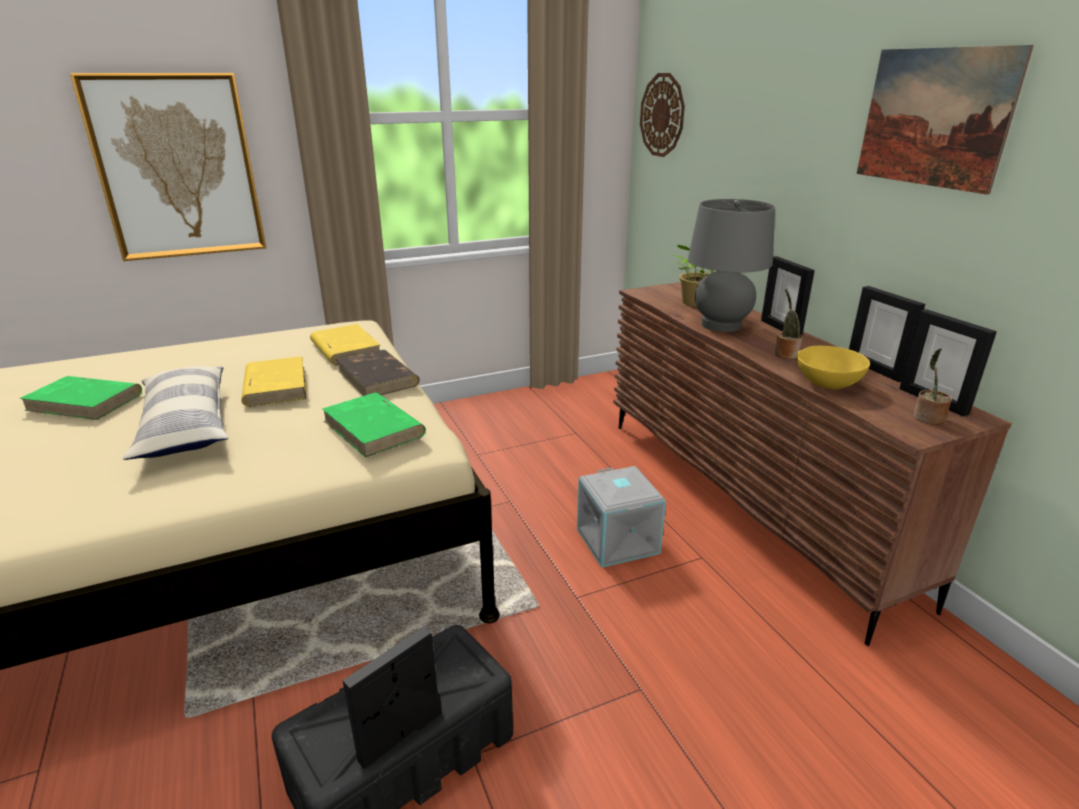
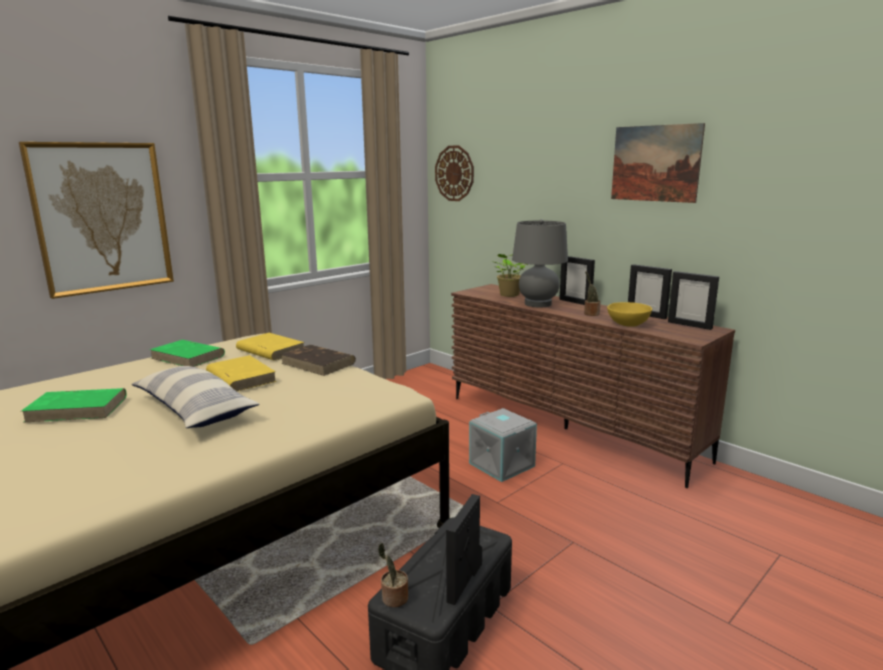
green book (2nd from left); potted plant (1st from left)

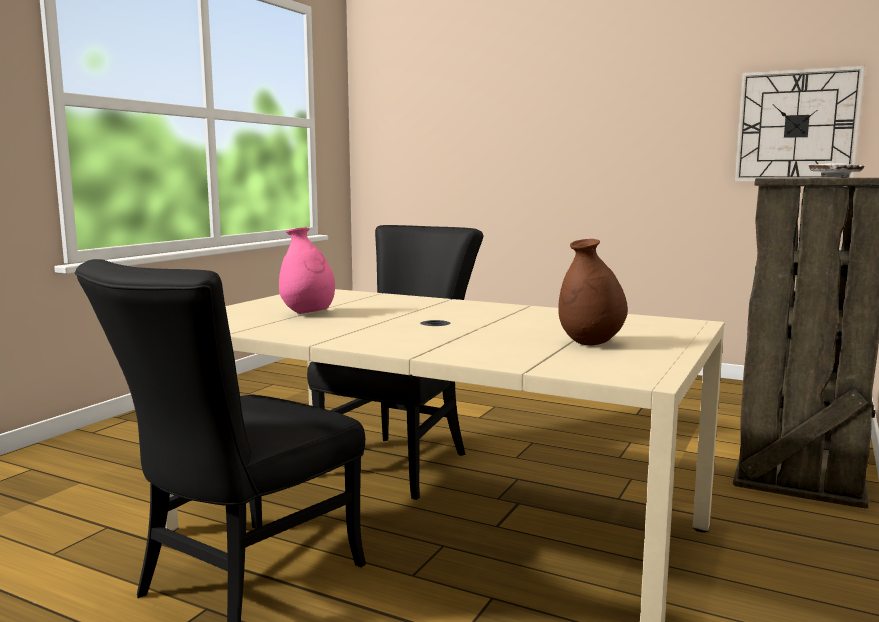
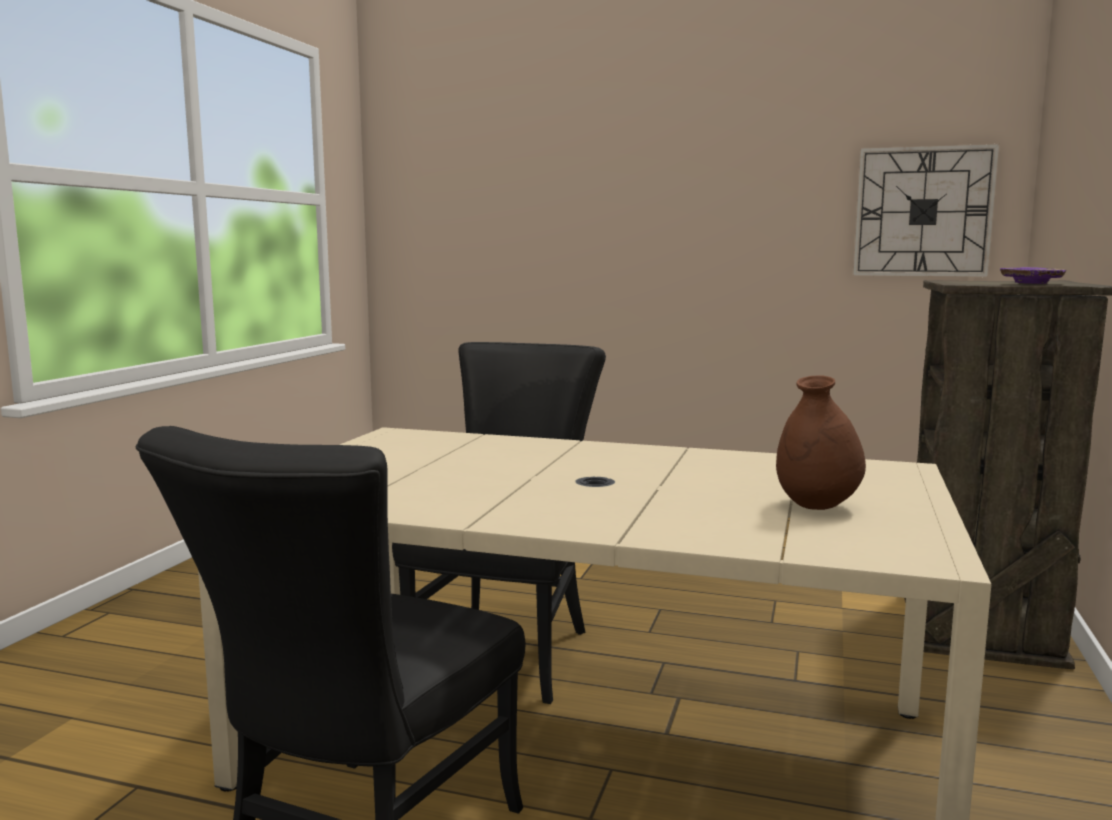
pink vase; purple plate

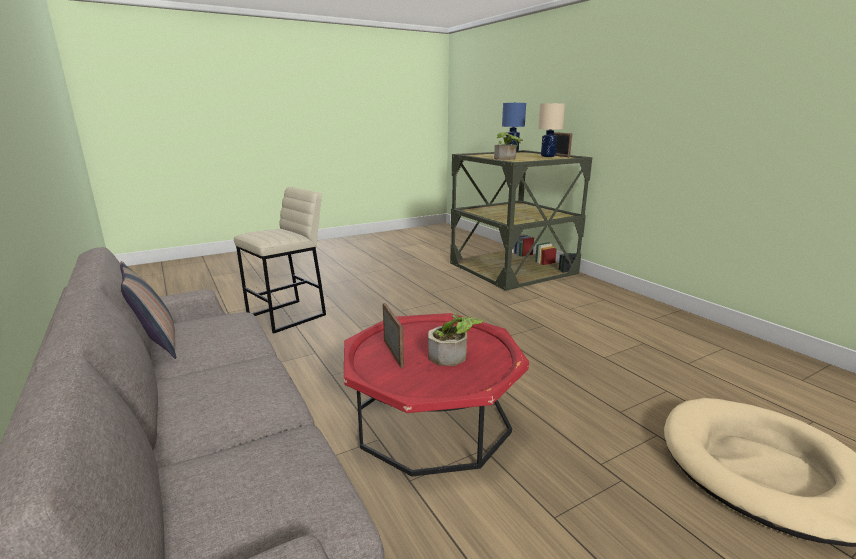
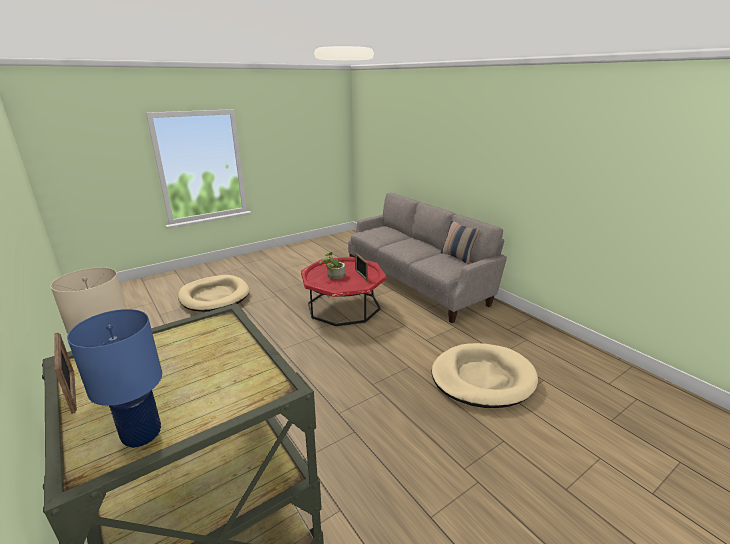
beige dog bed (2nd from left); potted plant (2nd from left in the first image)

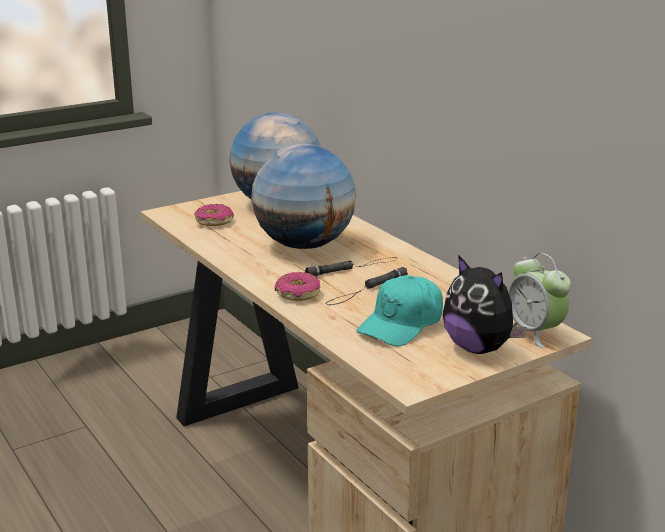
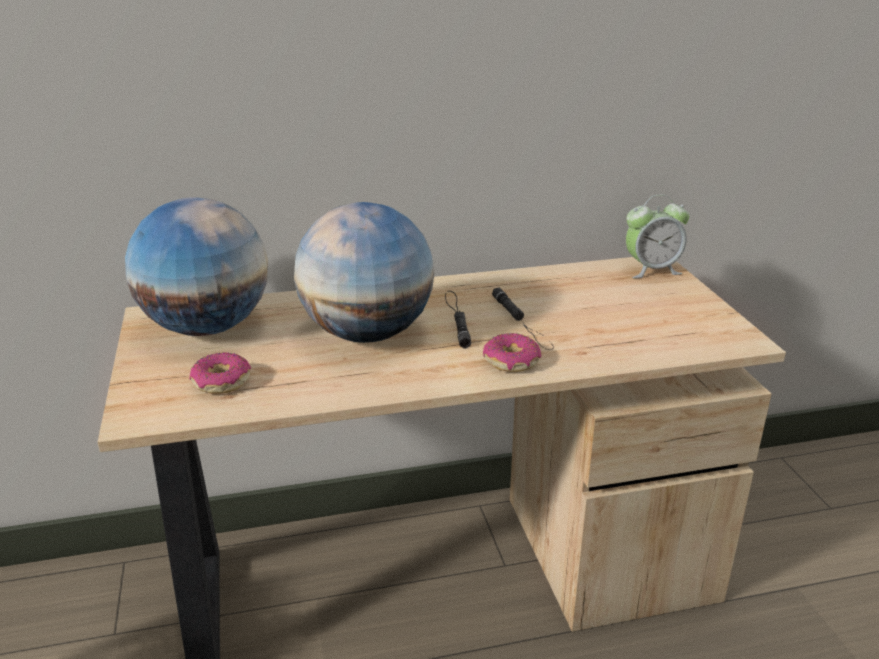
turquoise cap; plush toy

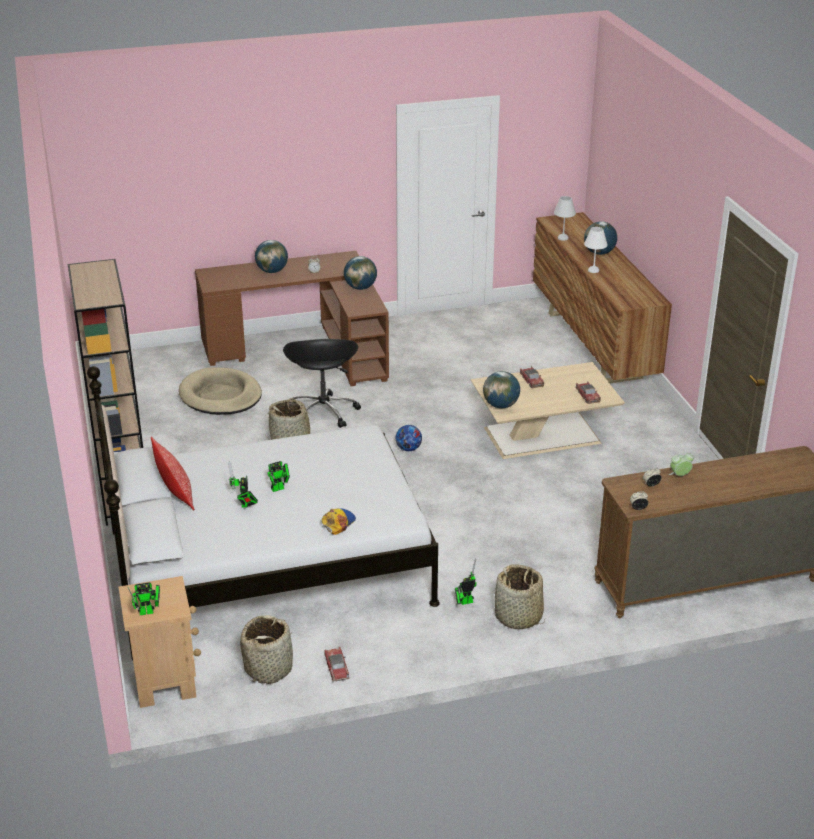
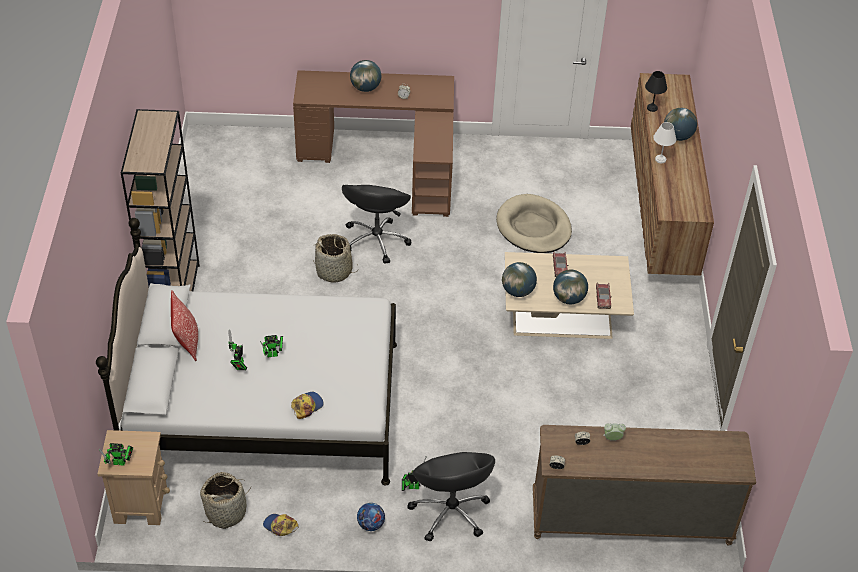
beige dog bed; cap (1st from left); globe (3rd from left); football; black office chair (2nd from left); black table lamp

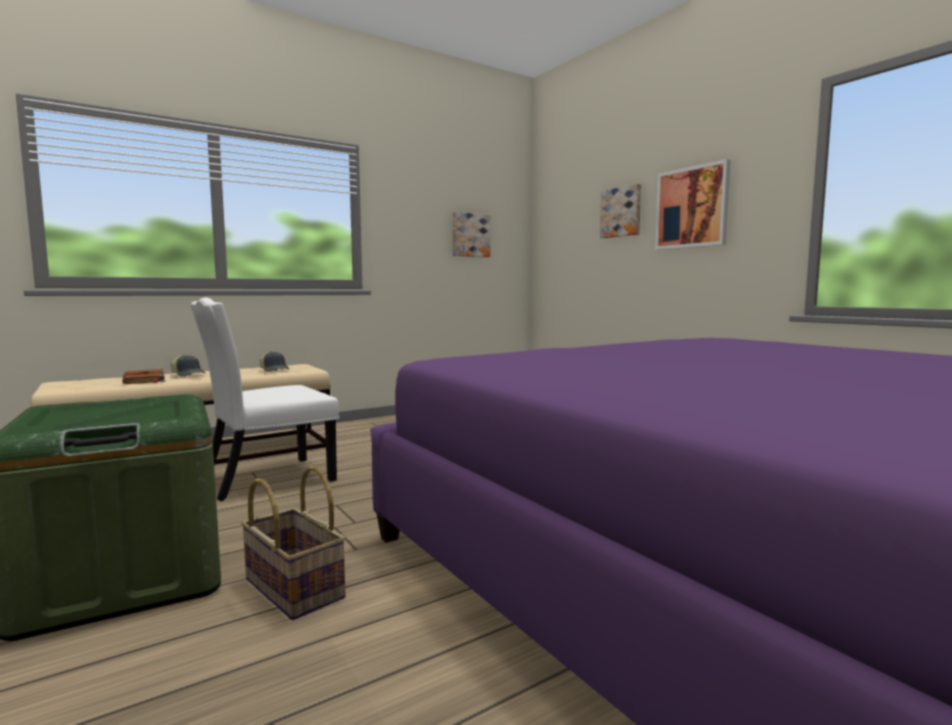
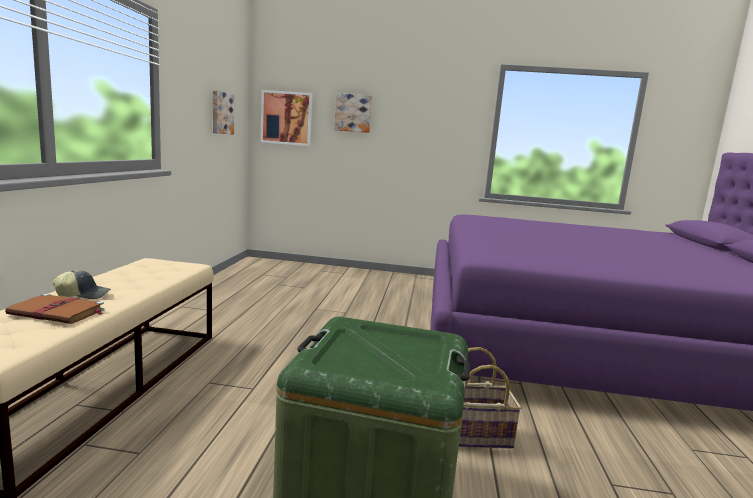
white chair; cap (2nd from left in the first image); picture (2nd from left)

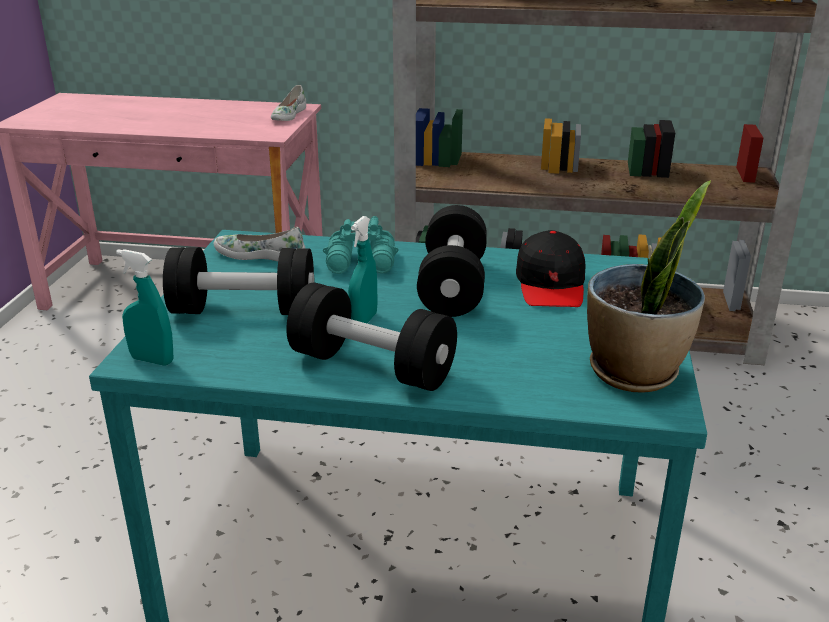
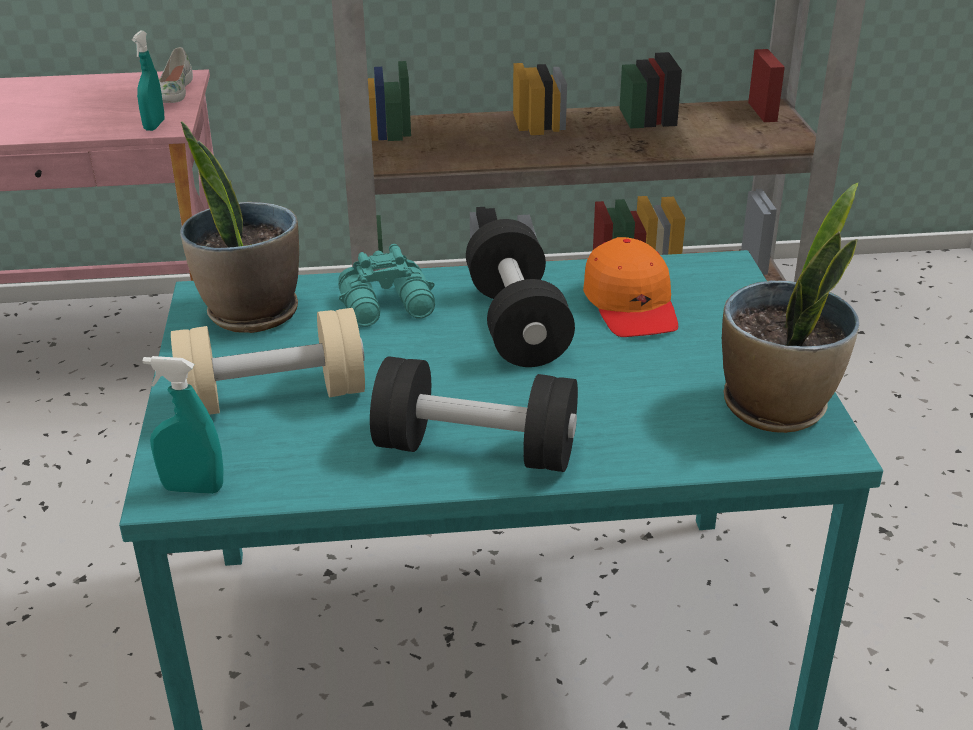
beige dumbbell; potted plant (1st from left); turquoise spray bottle (1st from left); orange cap

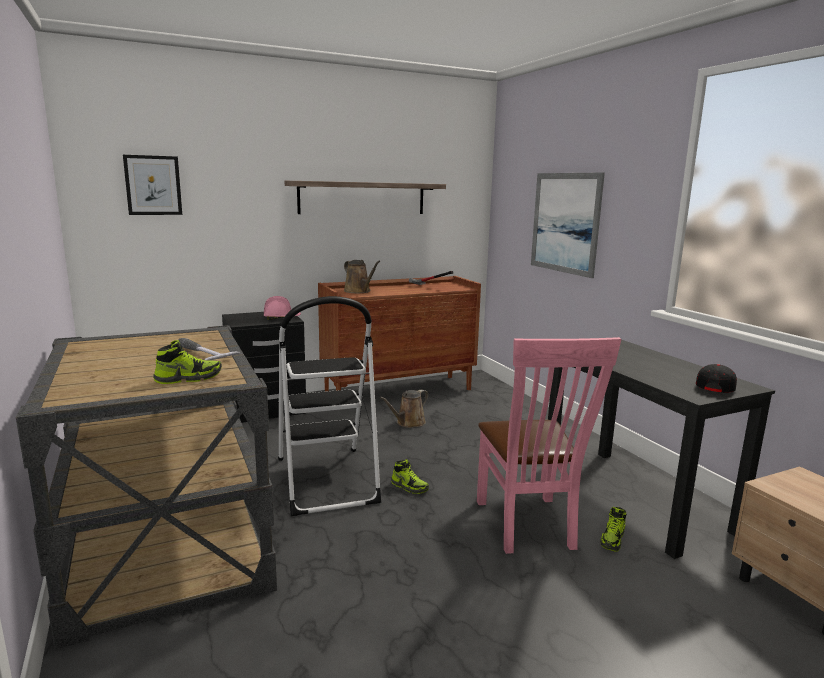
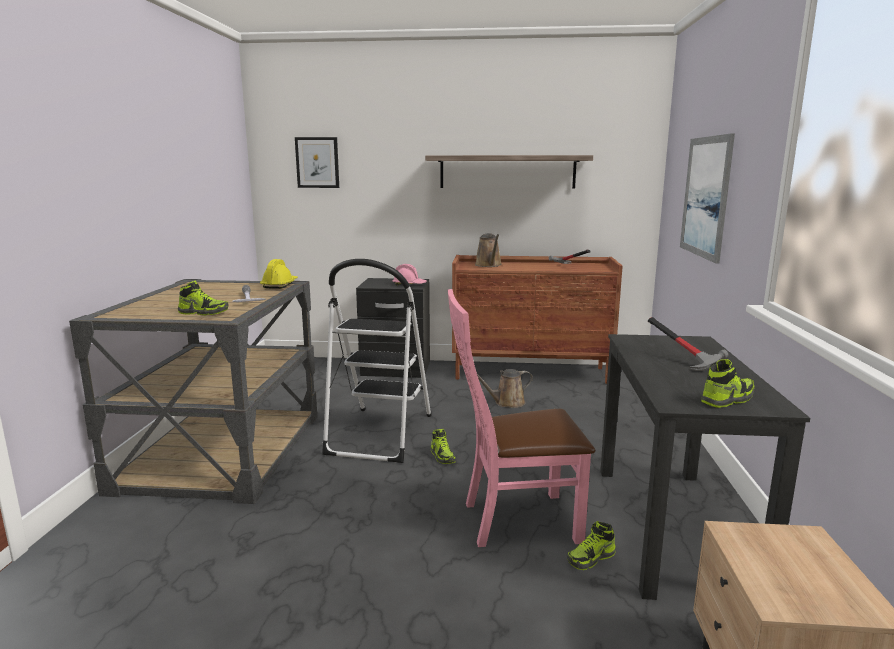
pink chair; shoe (4th from left); yellow hard hat; hammer (3rd from left)

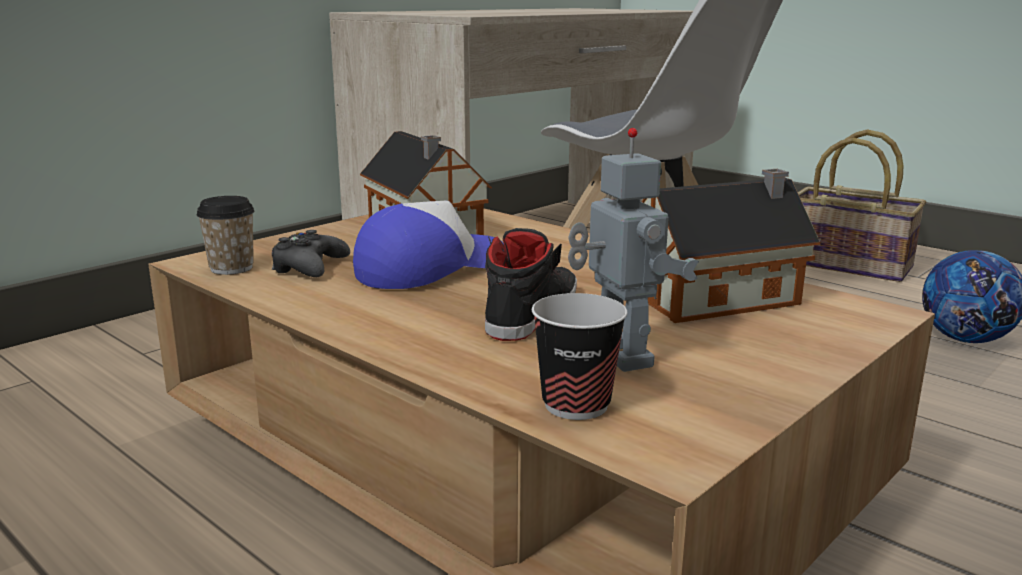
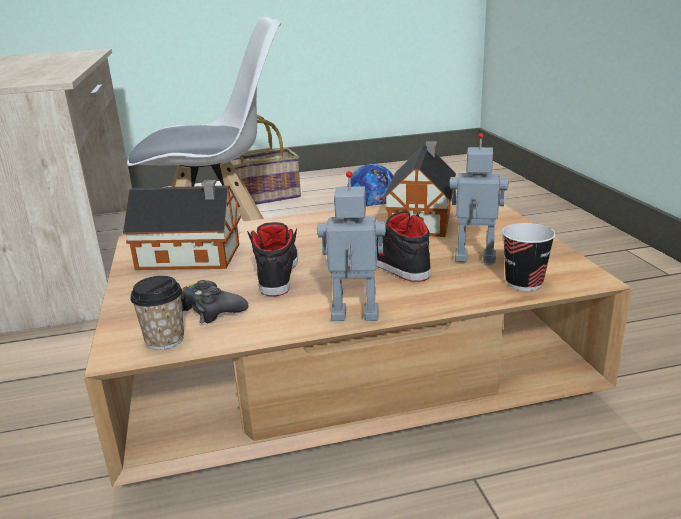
black shoe (1st from left); toy robot (1st from left)

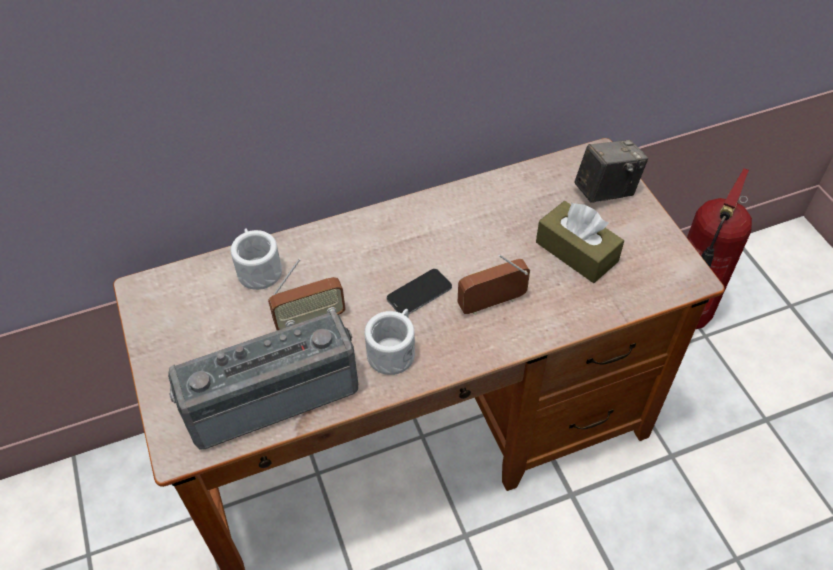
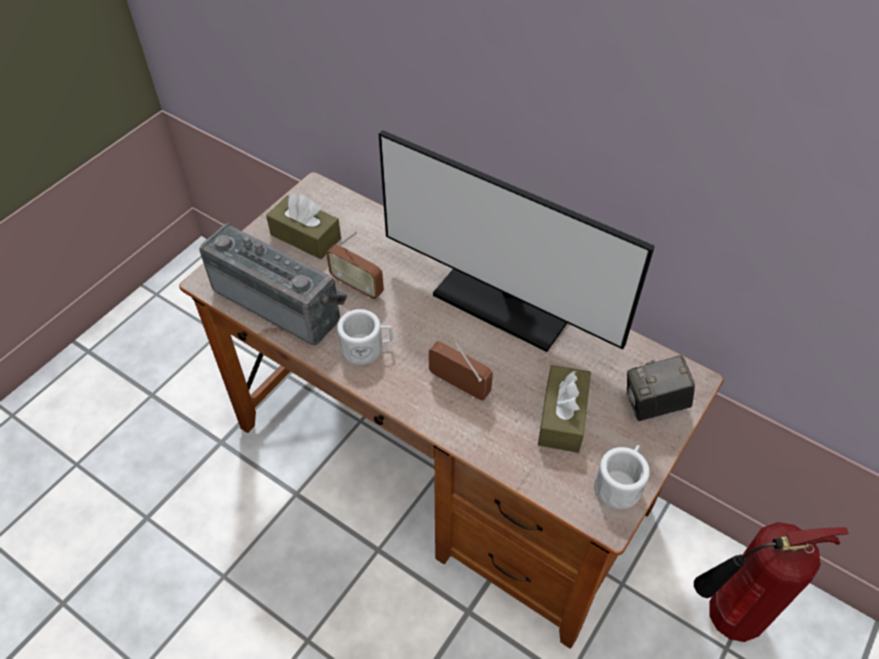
white mug (2nd from left); phone; photo camera; brown tissue box (1st from left); monitor

